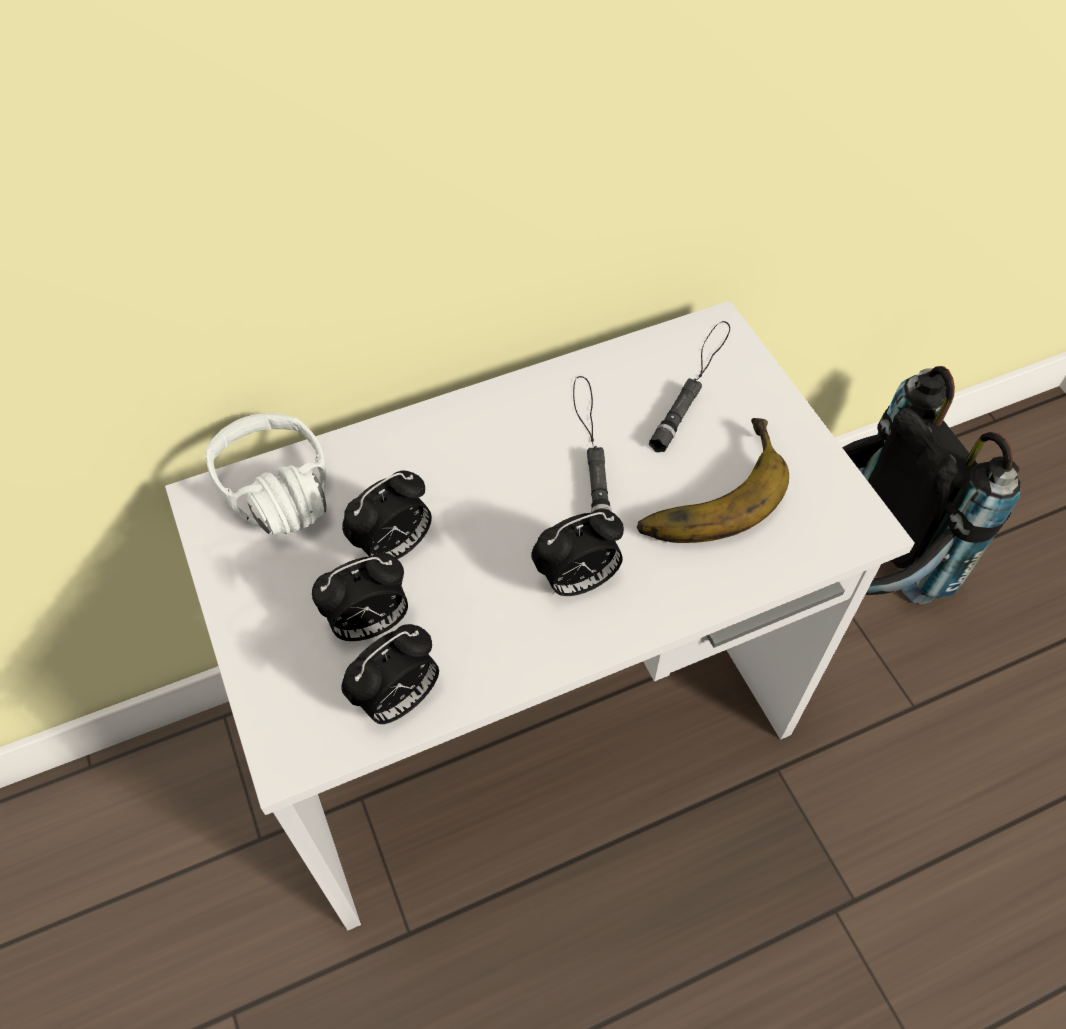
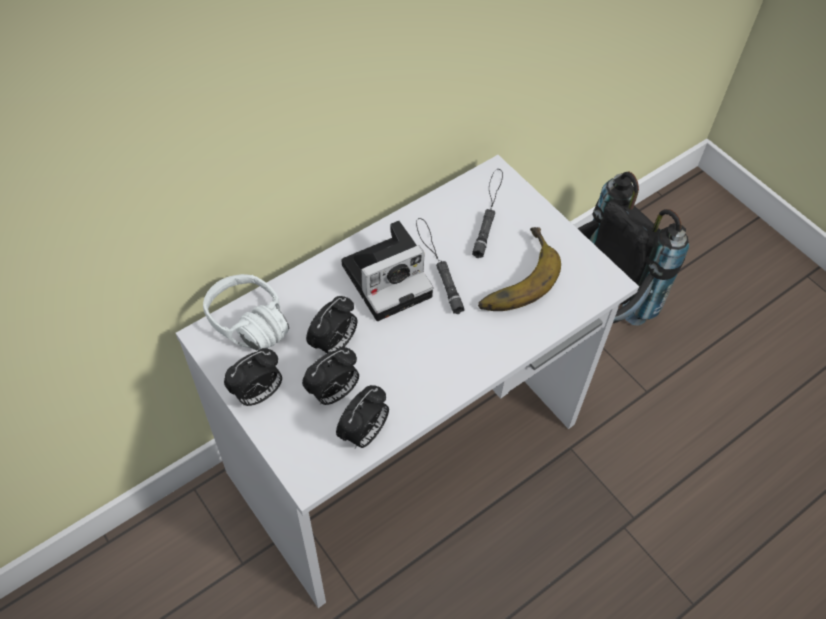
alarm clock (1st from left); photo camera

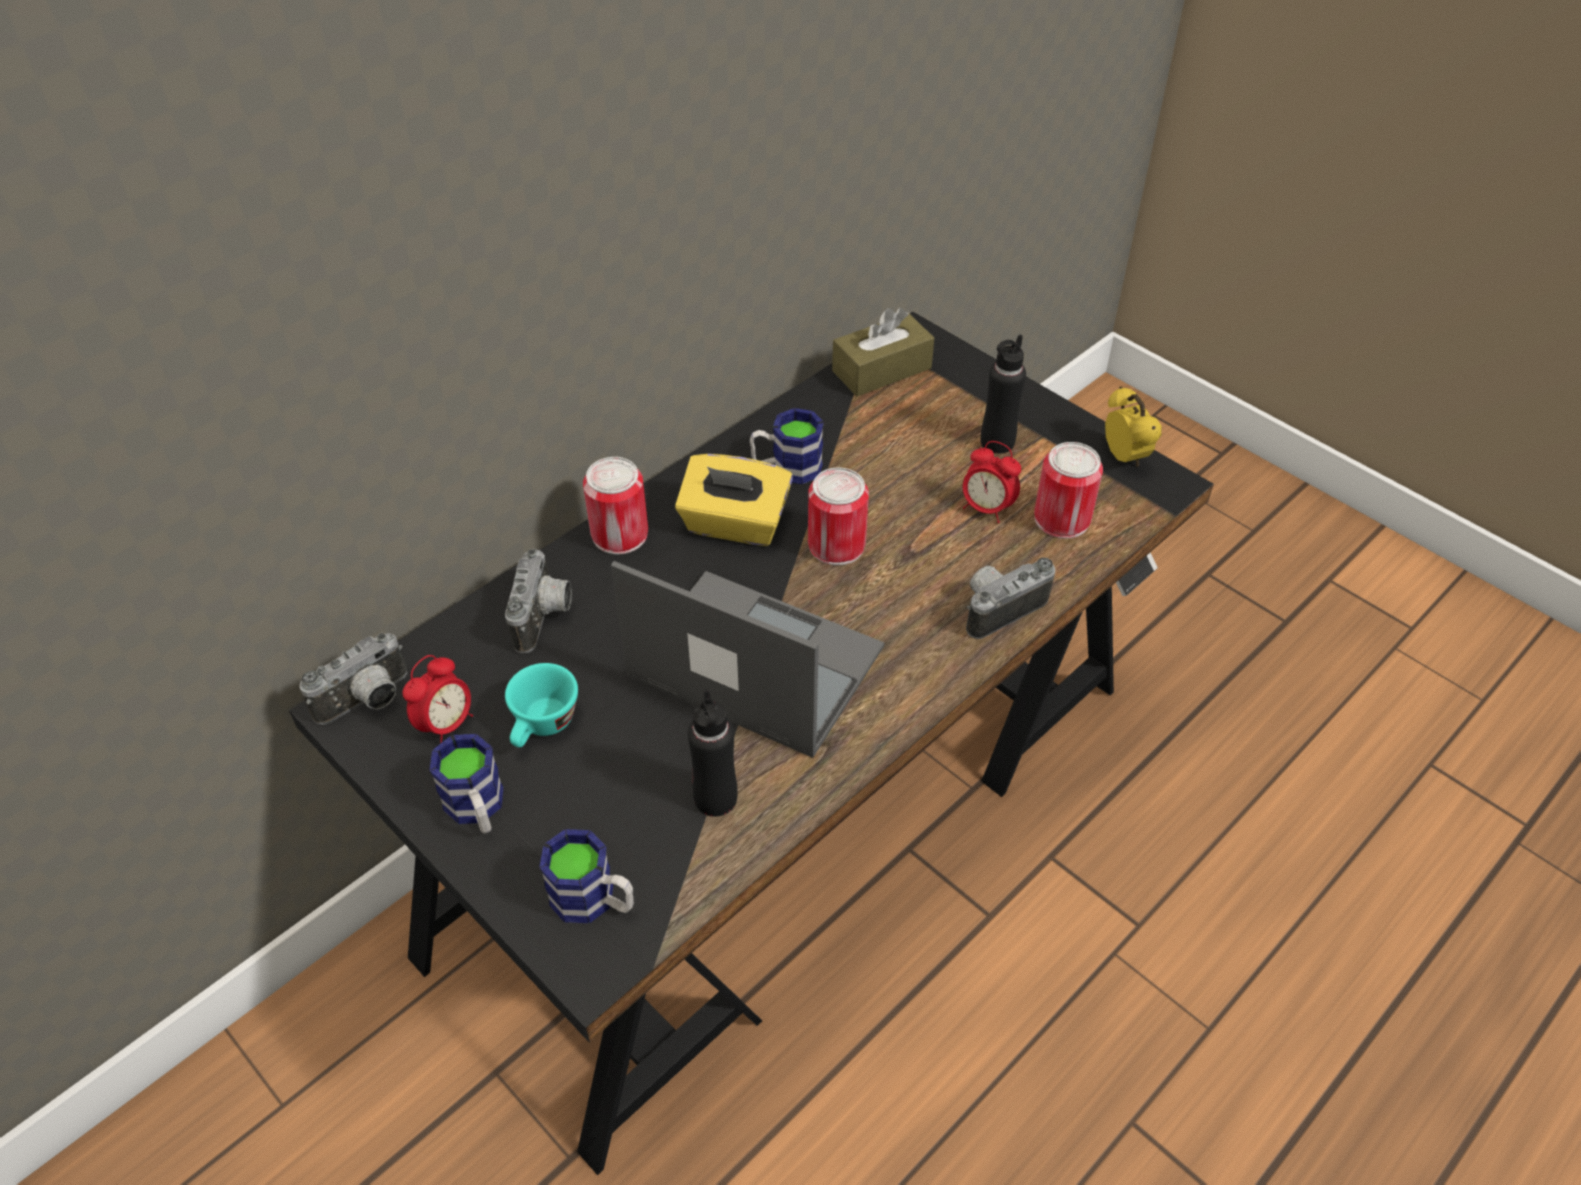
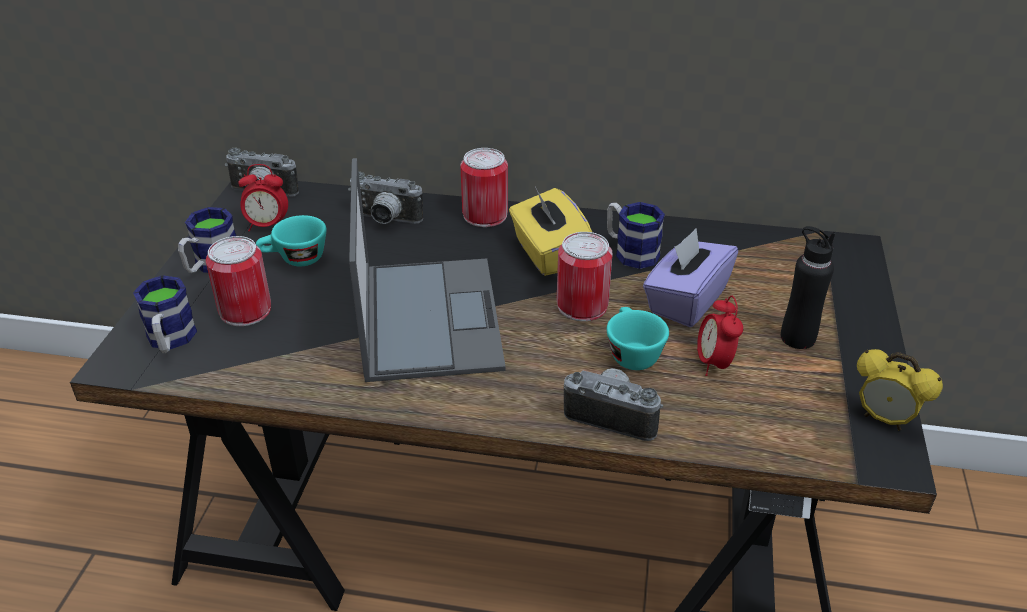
photo camera (2nd from left); black bottle (1st from left in the first image); brown tissue box; can (1st from left); alarm clock (3rd from left); turquoise cup (2nd from left); purple tissue box

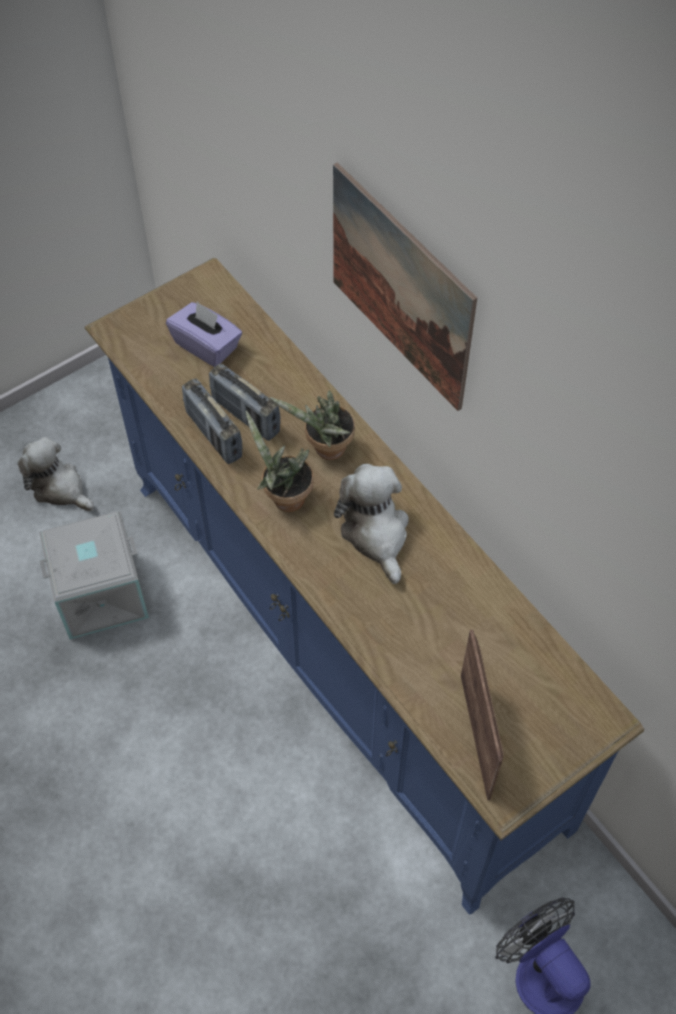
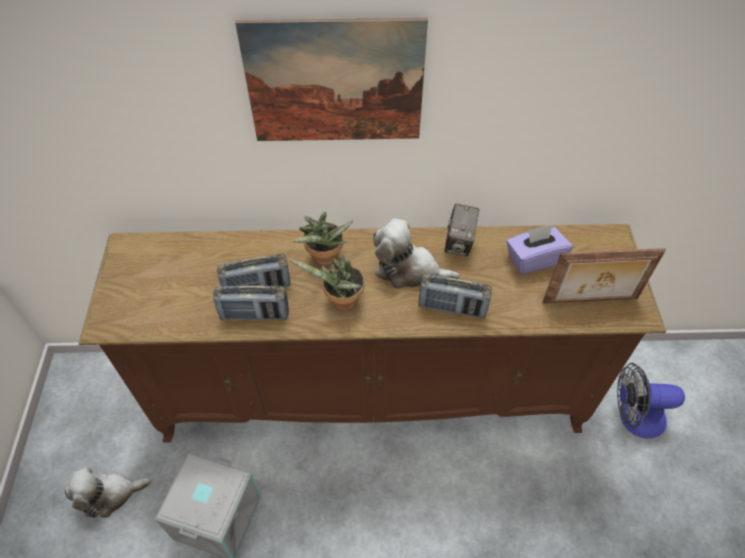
brown dresser; purple tissue box; picture frame; radio (3rd from left); photo camera

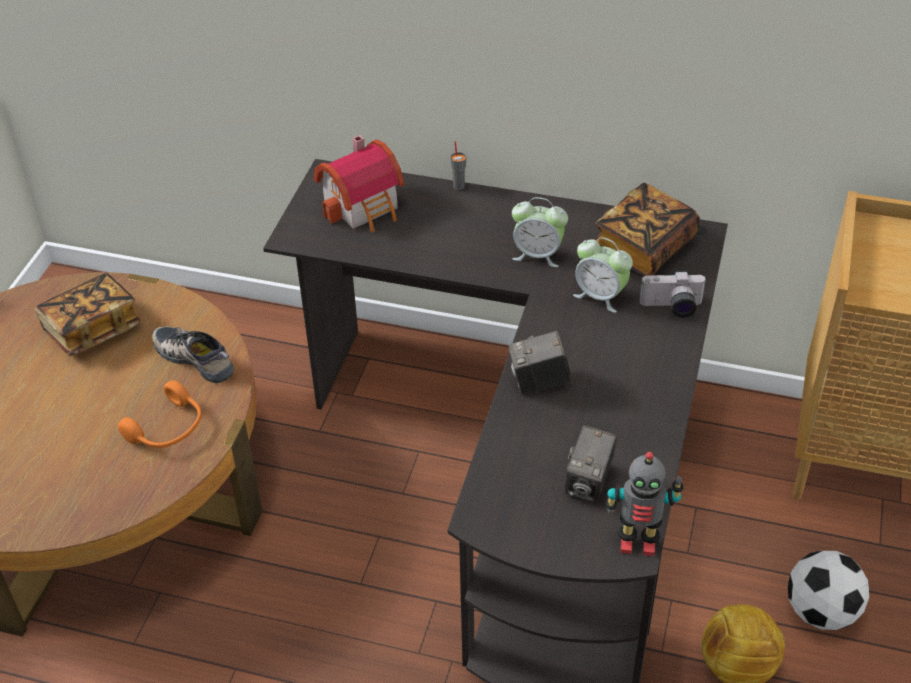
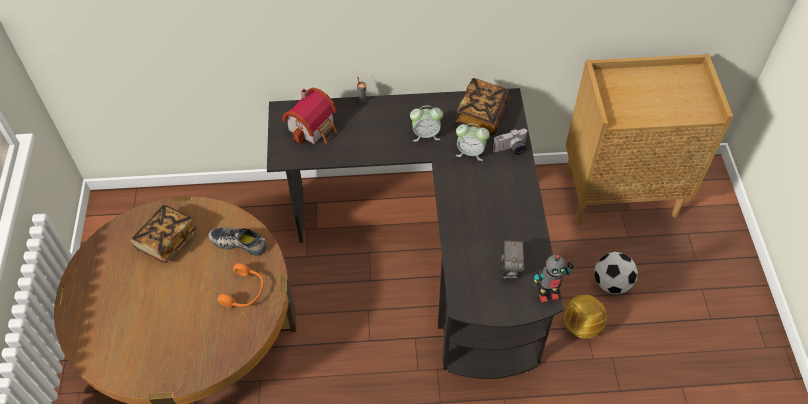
photo camera (1st from left in the first image)

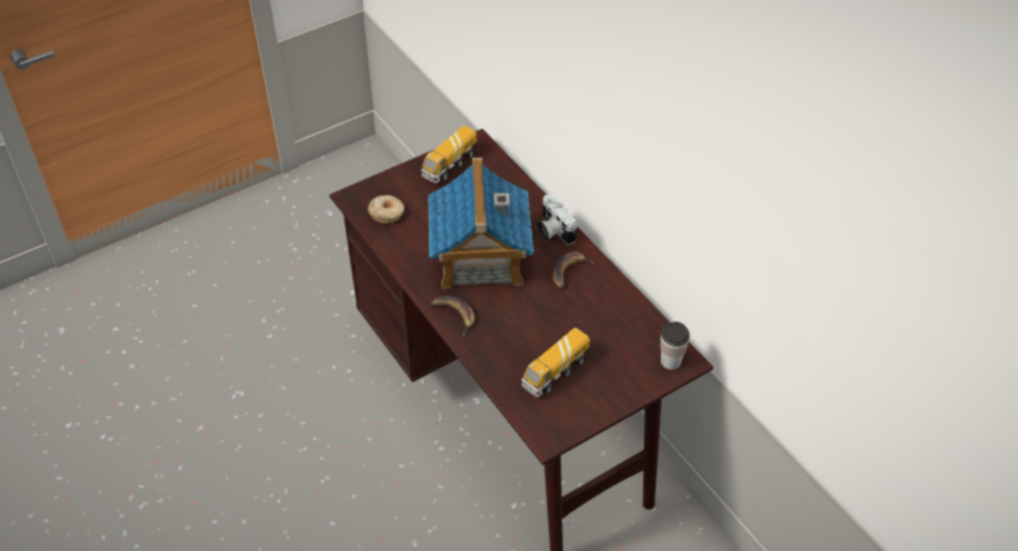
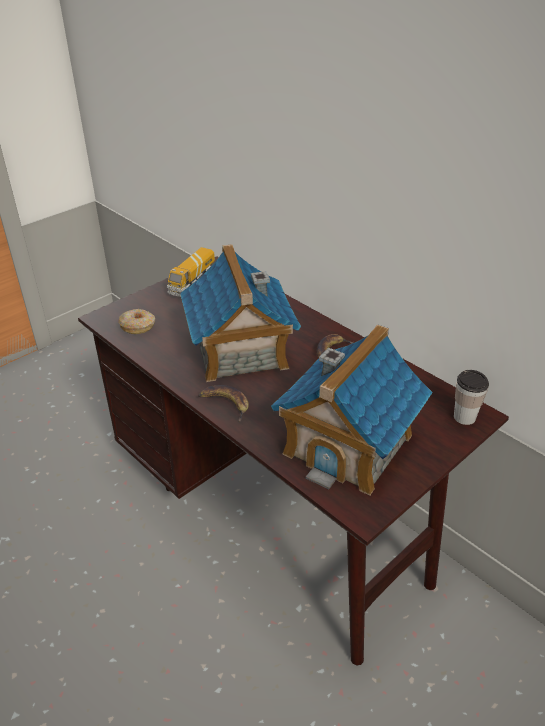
toy house (2nd from left); photo camera

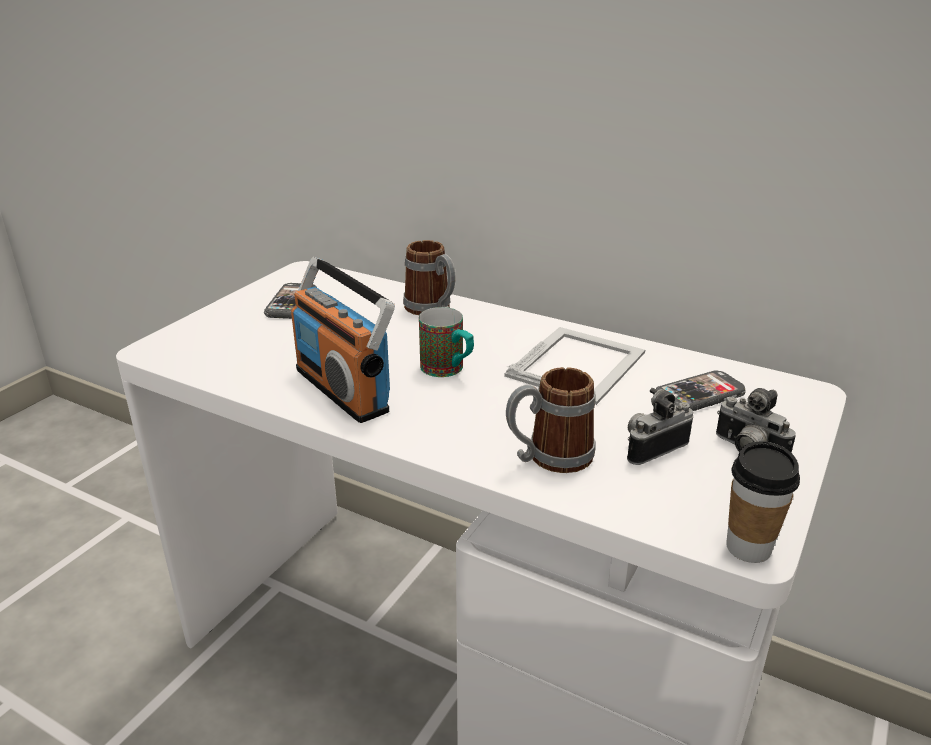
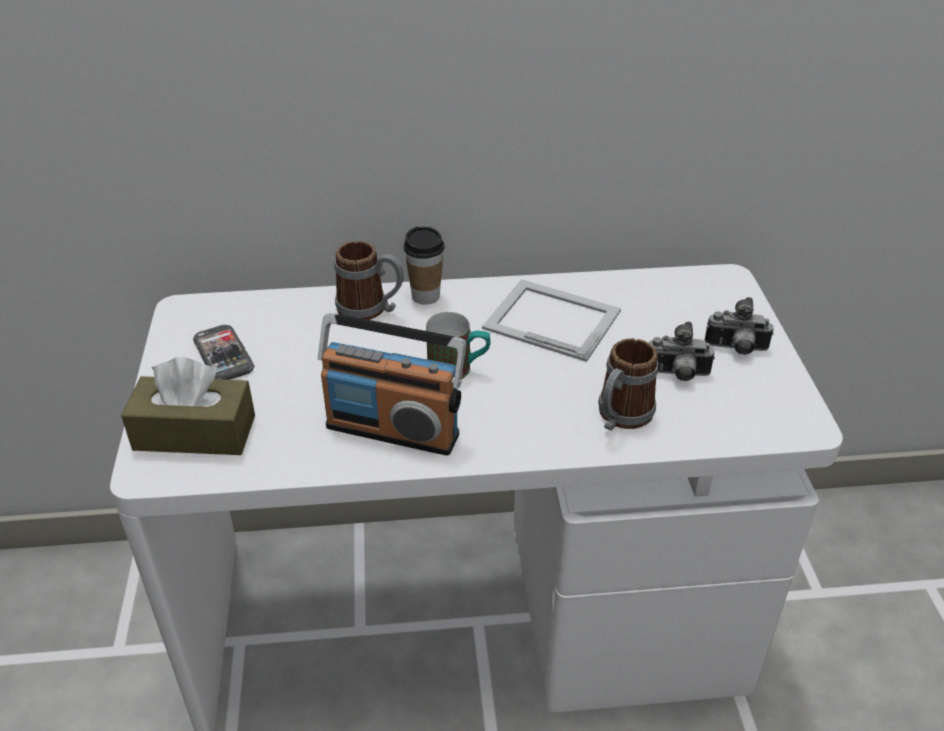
picture frame; photo camera (1st from left); phone (2nd from left in the first image); cup; brown tissue box

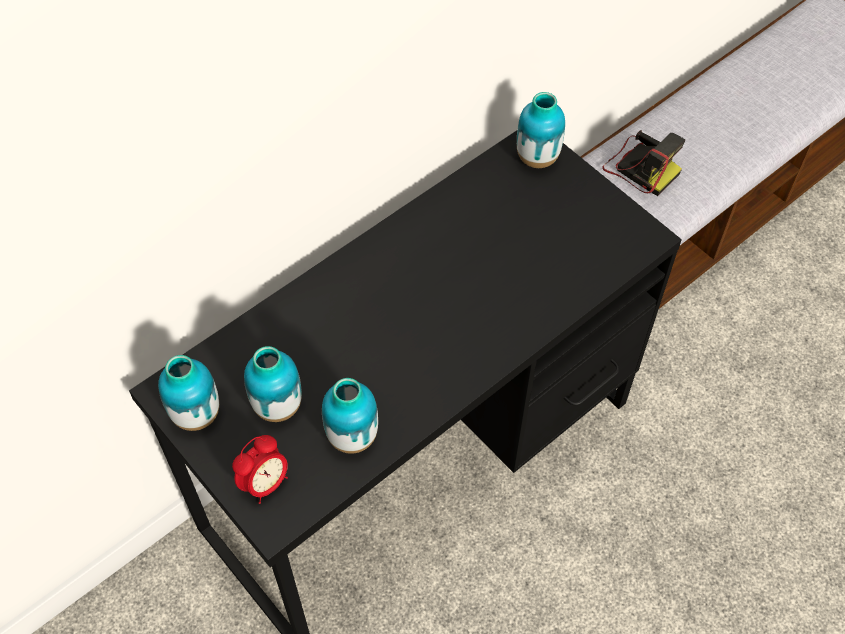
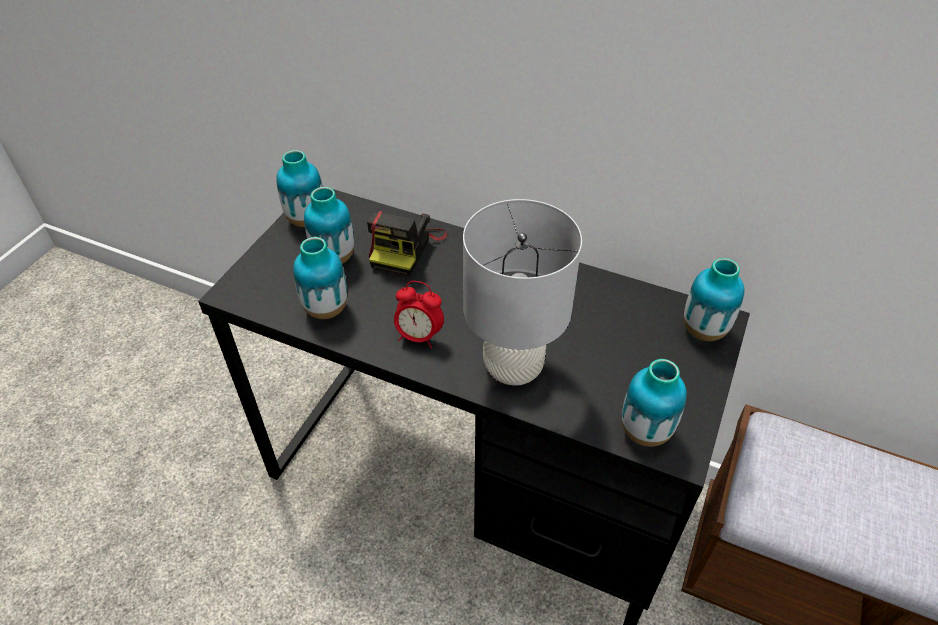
alarm clock; photo camera; grey table lamp; vase (4th from left)

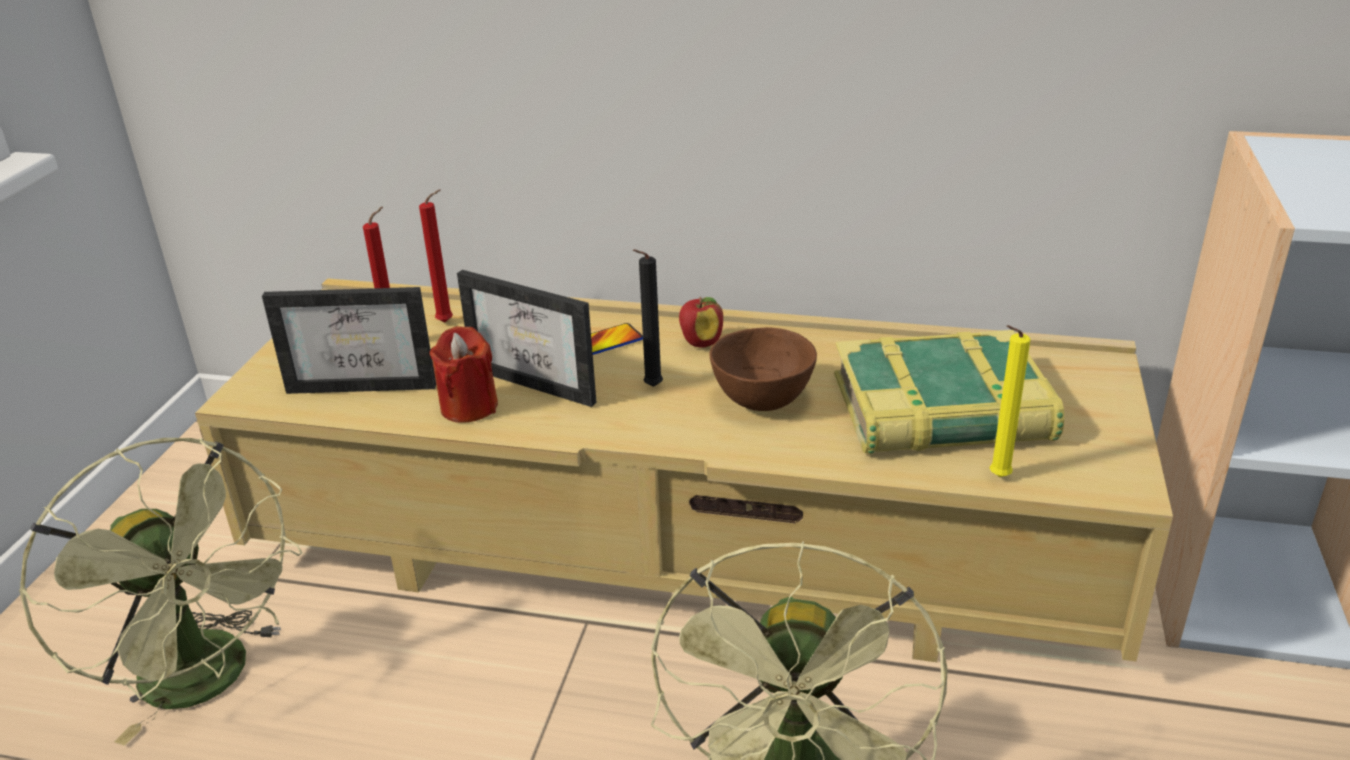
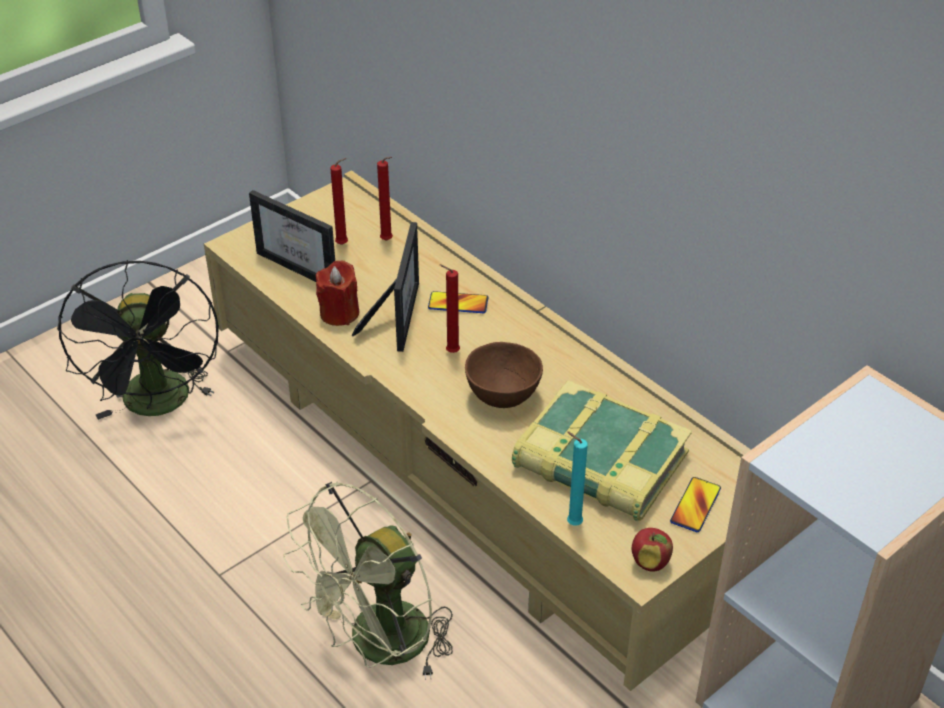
black fan; picture frame (2nd from left); red candle (4th from left); apple; turquoise candle; phone (2nd from left)

